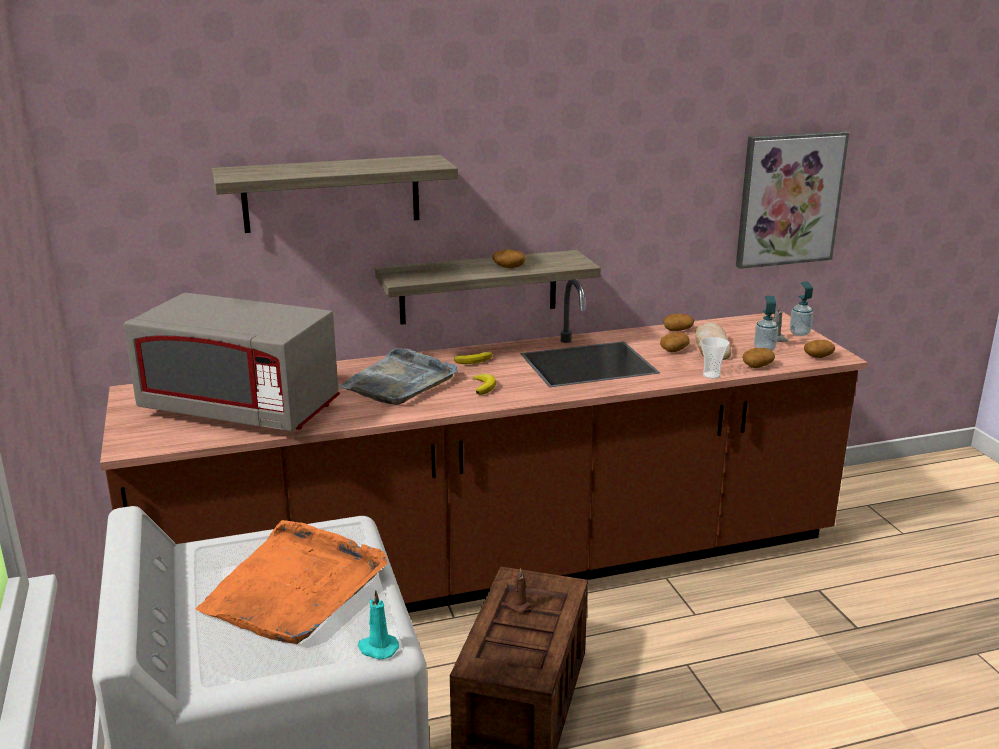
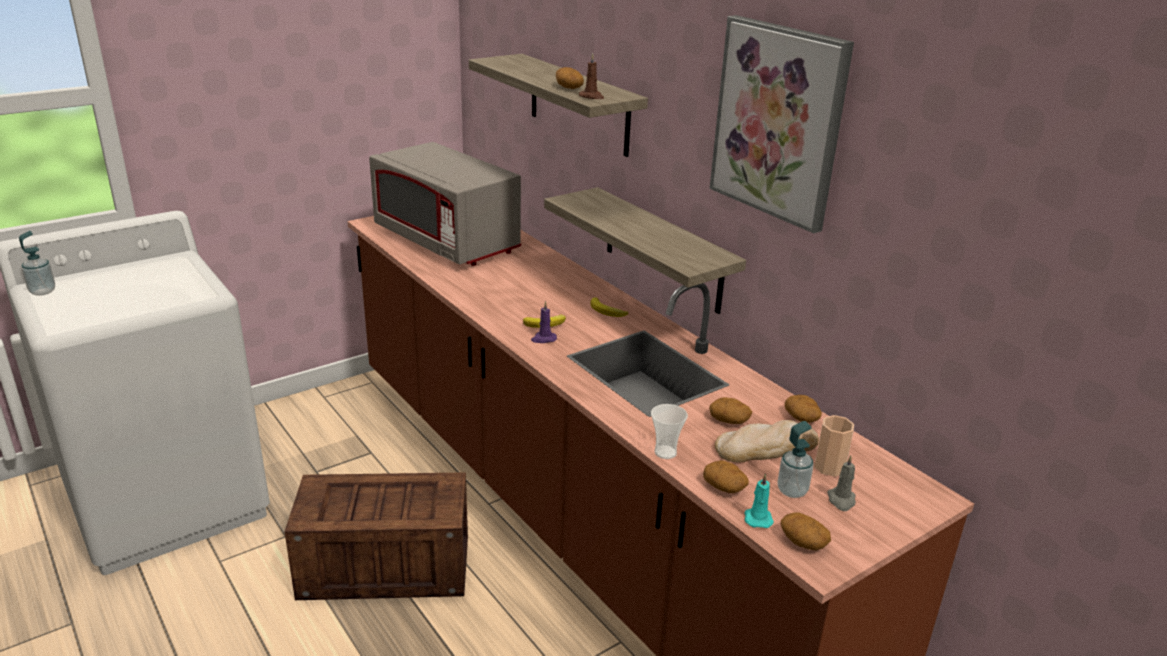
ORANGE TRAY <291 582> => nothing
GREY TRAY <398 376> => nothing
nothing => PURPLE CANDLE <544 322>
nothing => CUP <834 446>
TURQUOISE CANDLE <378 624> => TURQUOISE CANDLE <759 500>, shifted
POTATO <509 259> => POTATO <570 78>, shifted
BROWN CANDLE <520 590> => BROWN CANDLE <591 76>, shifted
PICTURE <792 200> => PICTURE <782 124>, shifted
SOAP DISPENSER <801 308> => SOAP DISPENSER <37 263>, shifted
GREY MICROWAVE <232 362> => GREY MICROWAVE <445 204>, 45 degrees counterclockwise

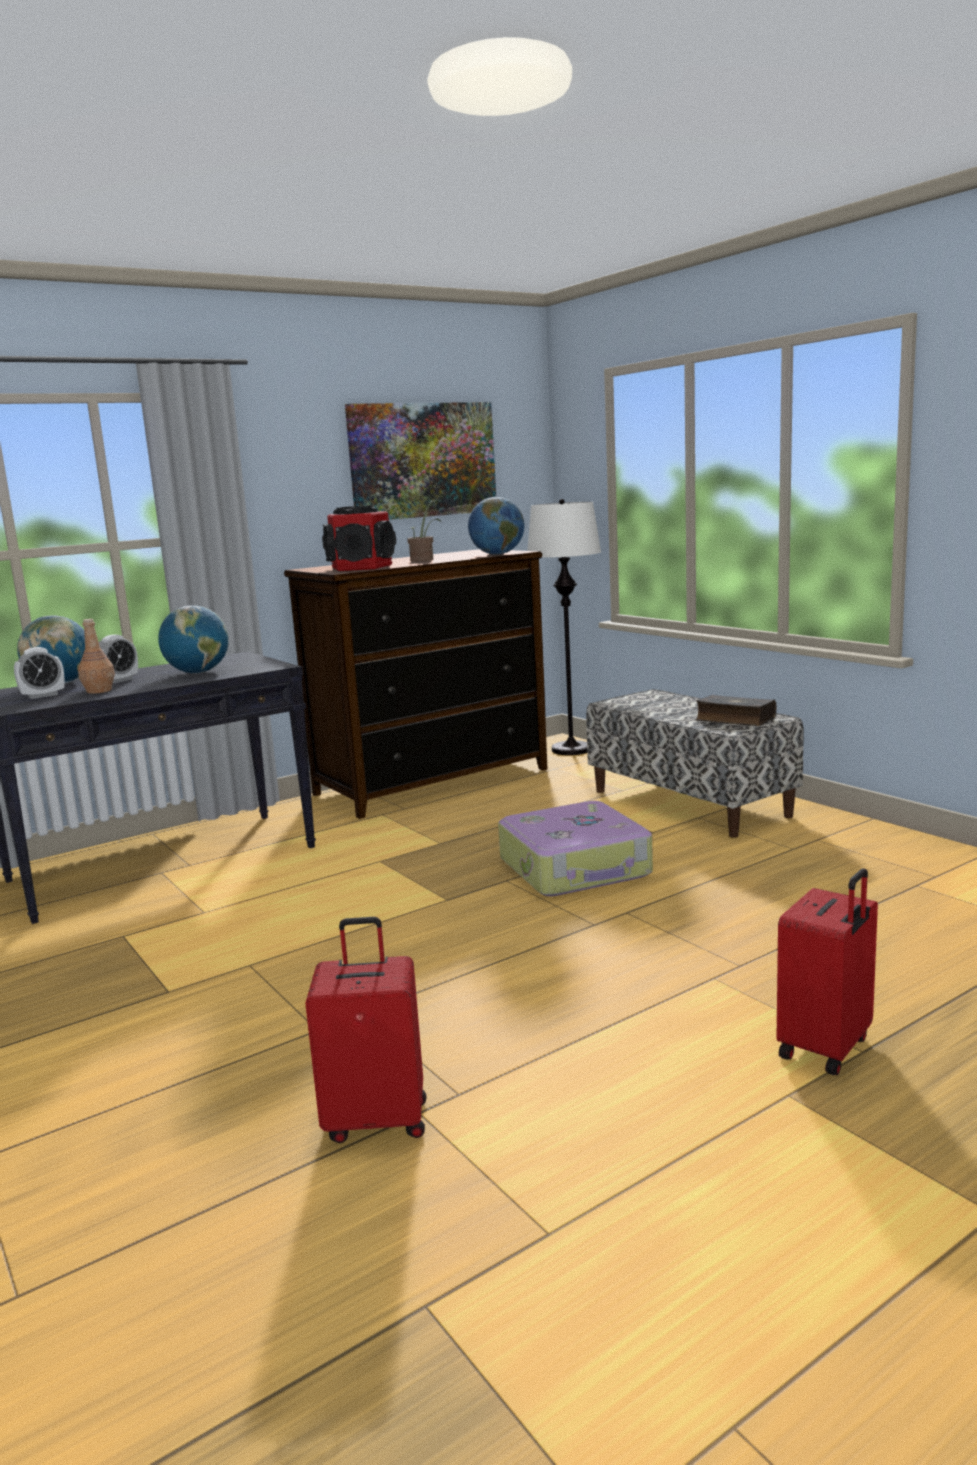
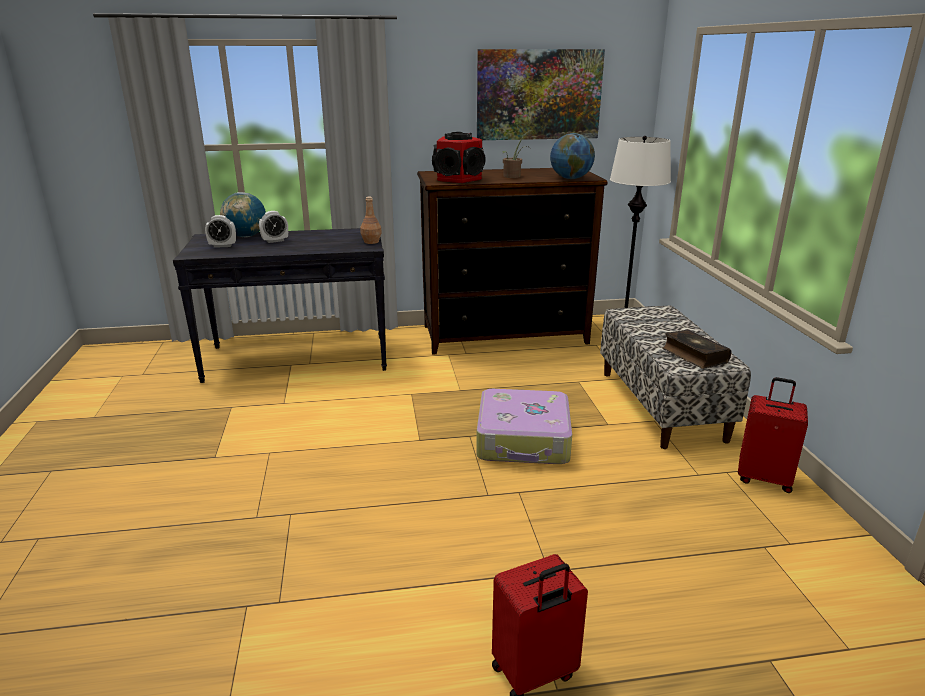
GLOBE <193 639> => nothing
BROWN BOTTLE <96 656> => BROWN BOTTLE <371 220>, shifted
RED SUITCASE <365 1030> => RED SUITCASE <773 435>, shifted

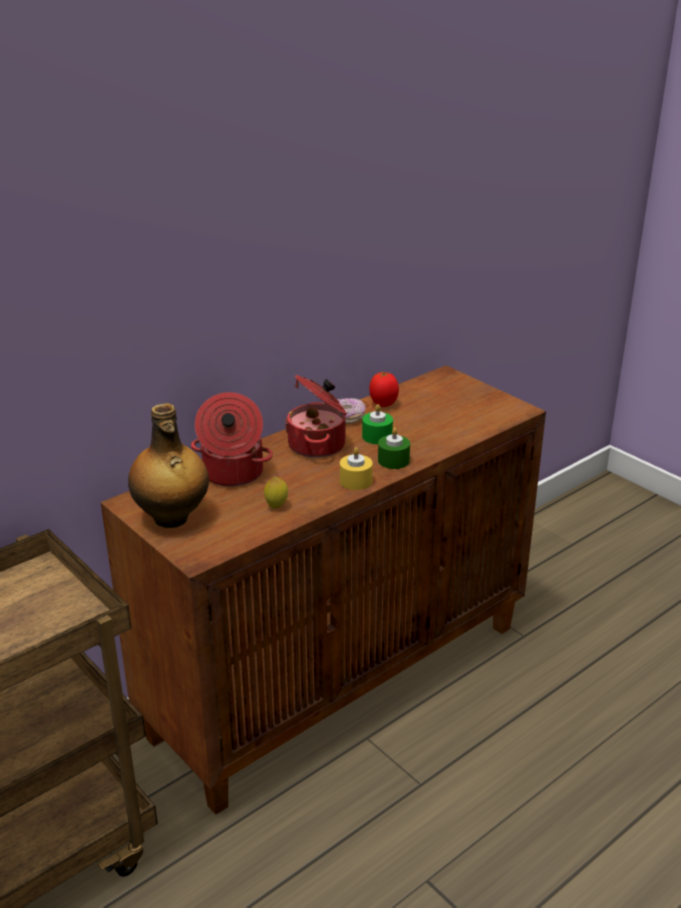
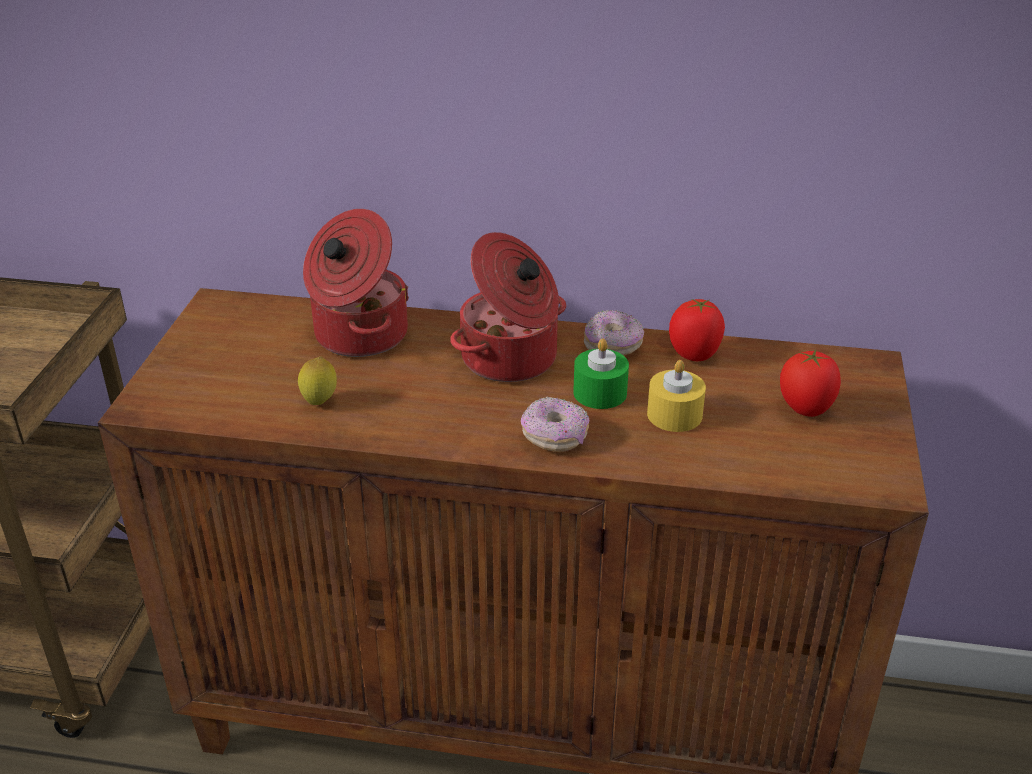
BOTTLE <168 465> => nothing
nothing => TOMATO <810 383>
YELLOW CANDLE <356 468> => YELLOW CANDLE <676 396>, shifted
GREEN CANDLE <394 448> => DONUT <555 424>

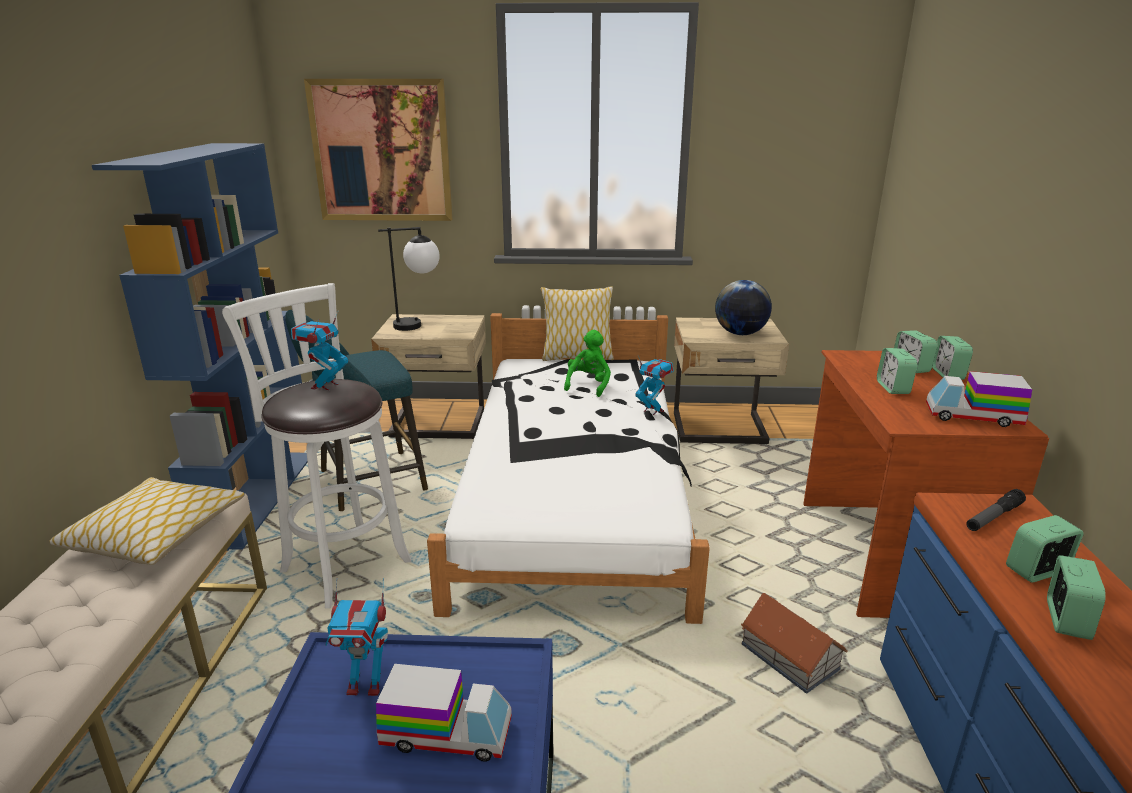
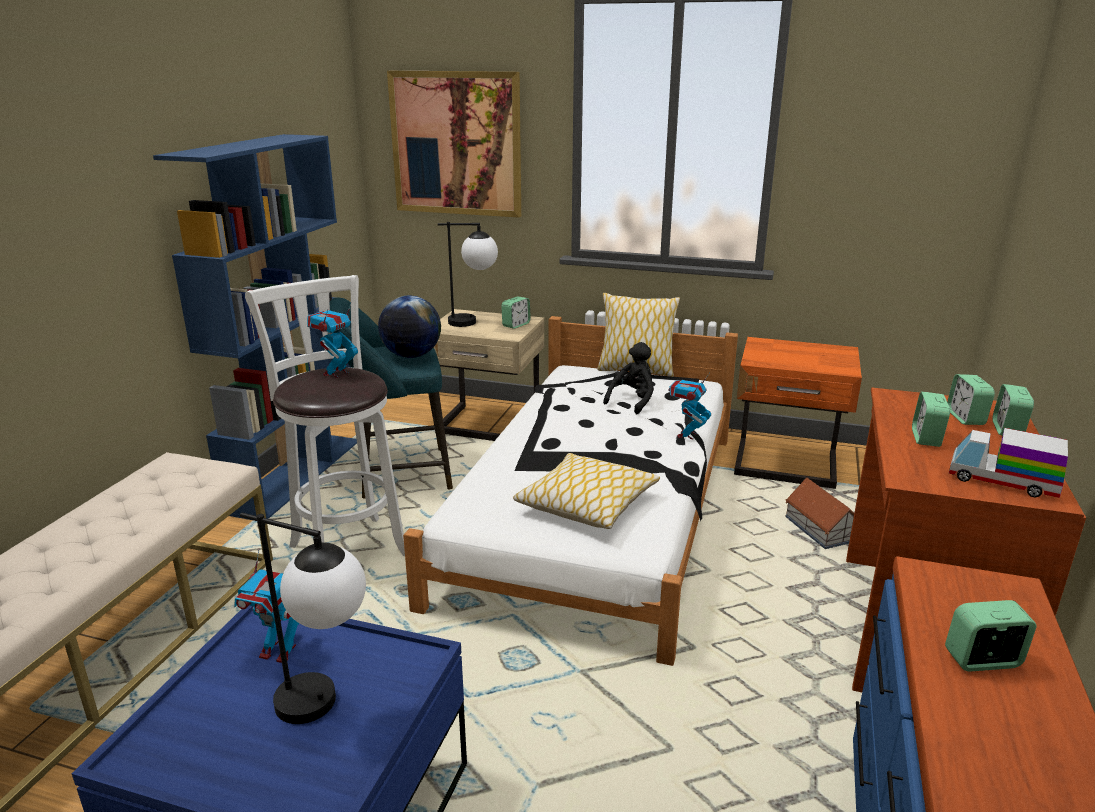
FLASHLIGHT <996 510> => nothing
PILLOW <147 521> => PILLOW <586 491>, shifted
GLOBE <743 307> => GLOBE <409 326>, shifted
TOY HOUSE <794 643> => TOY HOUSE <819 513>, shifted
ALARM CLOCK <1076 597> => ALARM CLOCK <516 312>, shifted
TOY TRUCK <444 713> => TABLE LAMP <303 618>
GREEN PLUSH TOY <587 363> => BLACK PLUSH TOY <628 378>
BEIGE NIGHTSTAND <731 381> => ORANGE NIGHTSTAND <798 413>
TOY ROBOT <654 385> => TOY ROBOT <690 406>, 120 degrees counterclockwise

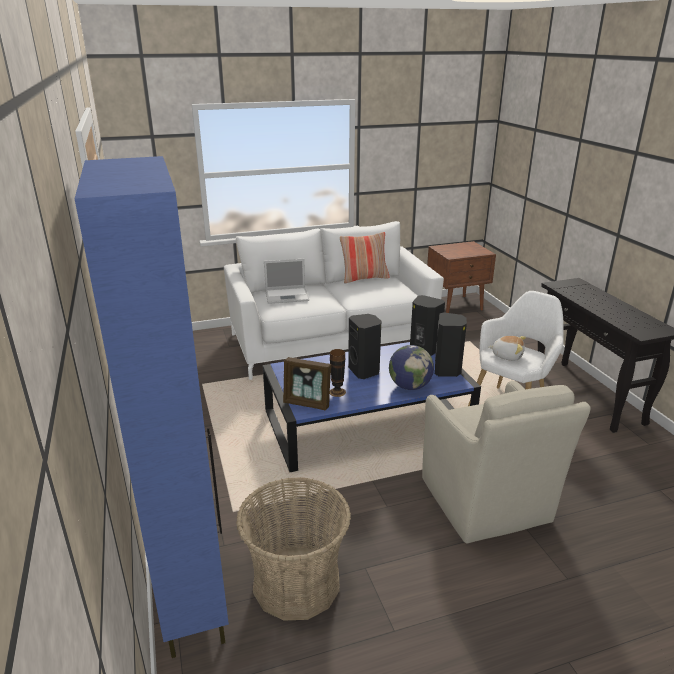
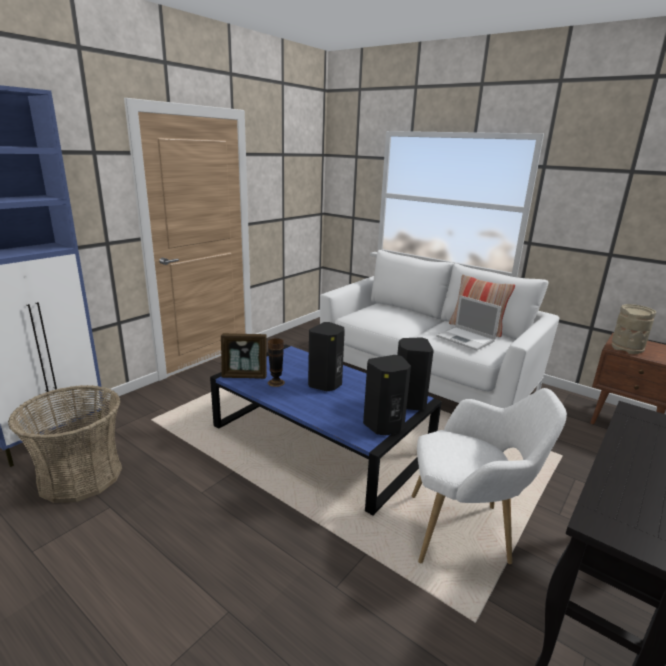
GLOBE <411 367> => nothing
BEIGE ARMCHAIR <506 462> => nothing
PLUSH TOY <507 348> => nothing
nothing => BEIGE VASE <634 329>
LAPTOP <286 281> => LAPTOP <468 323>, shifted
PICTURE FRAME <307 383> => PICTURE FRAME <244 356>, 75 degrees counterclockwise

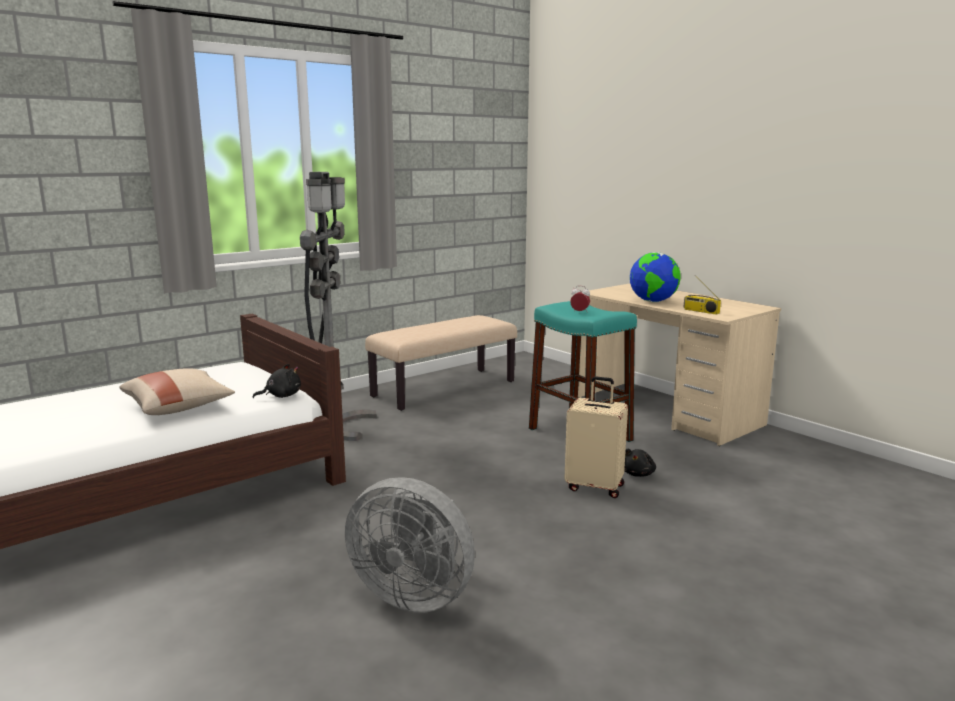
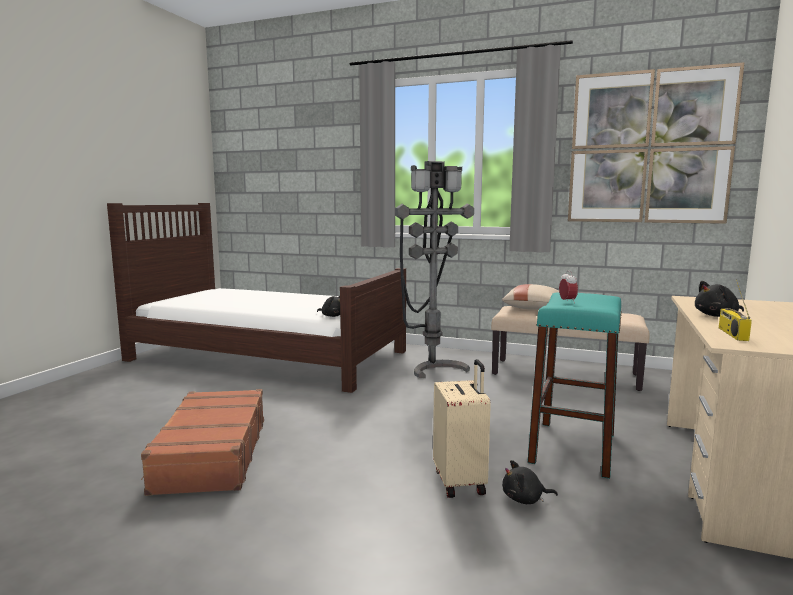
nothing => PICTURE <656 143>
BEIGE PILLOW <177 391> => BEIGE PILLOW <530 297>, shifted
GREY FAN <410 545> => BROWN SUITCASE <202 442>
GLOBE <655 277> => BLACK PLUSH TOY <719 299>

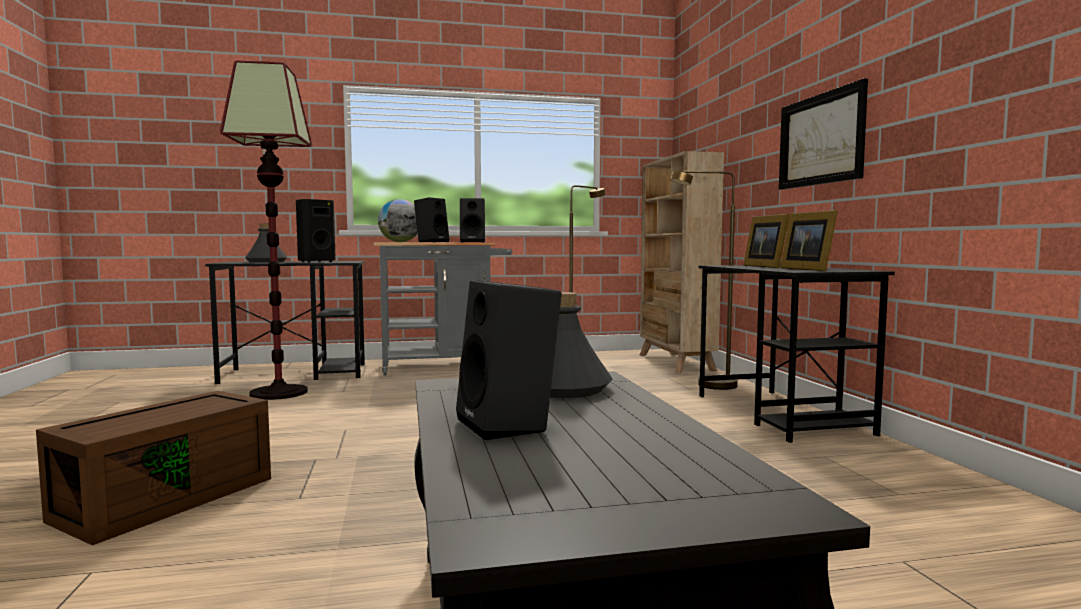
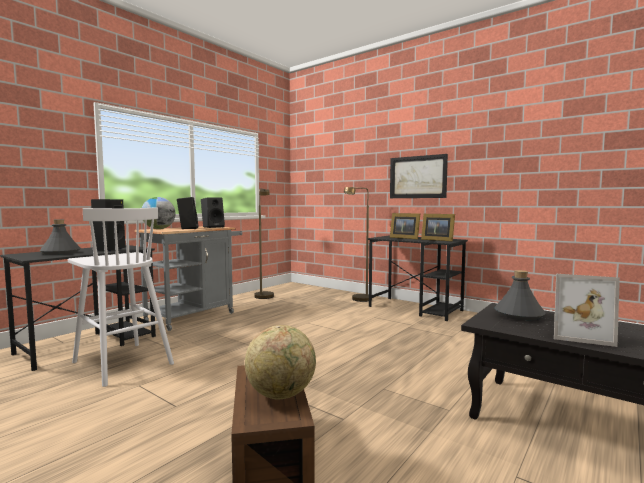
BEIGE BOOKCASE <681 262> => nothing
nothing => GLOBE <280 362>
FLOOR LAMP <266 230> => WHITE STOOL <121 297>
BLACK SPEAKER <509 360> => PICTURE FRAME <587 310>

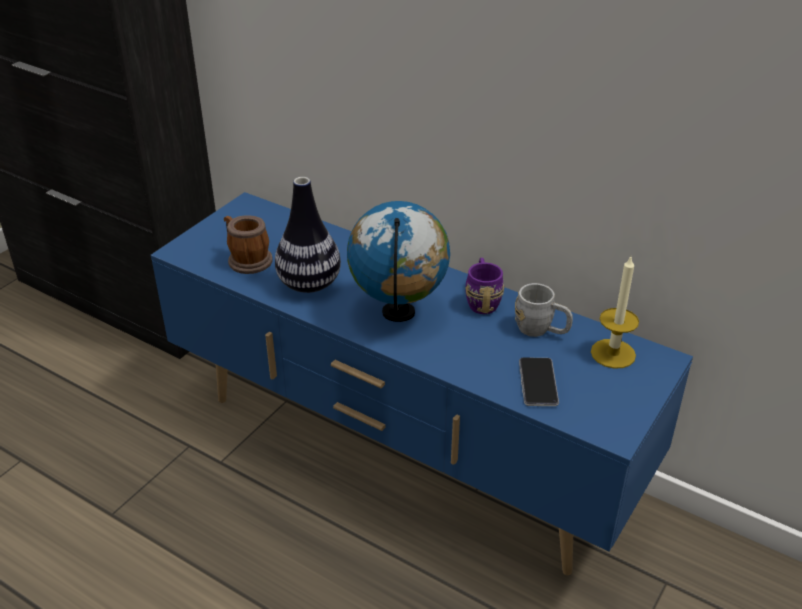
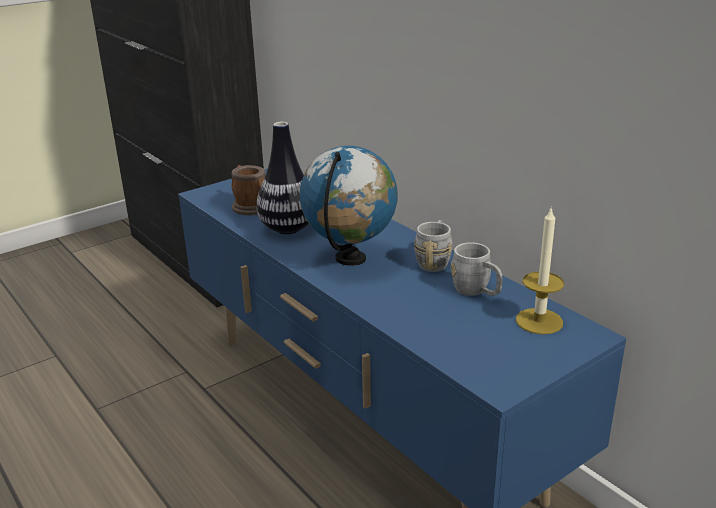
PHONE <539 382> => nothing
PURPLE MUG <484 286> => GREY MUG <433 246>

